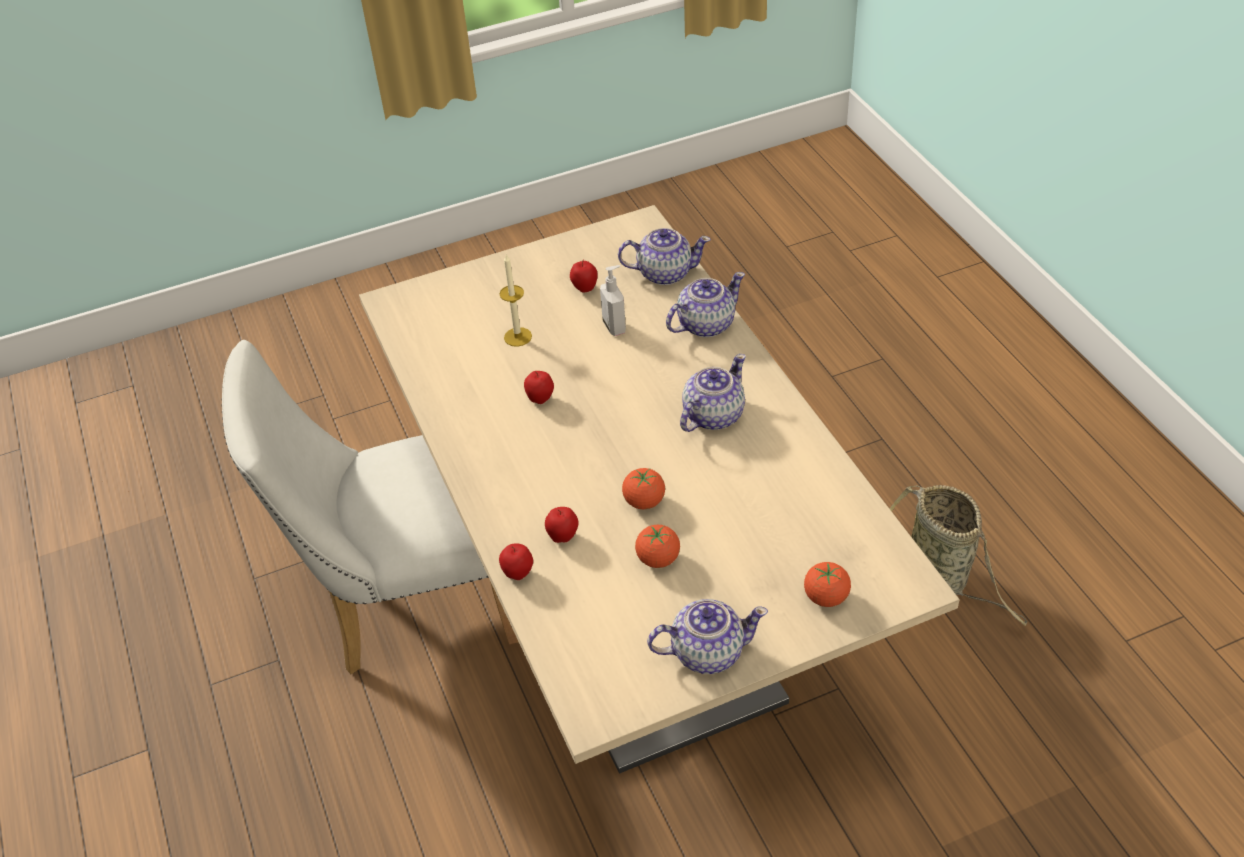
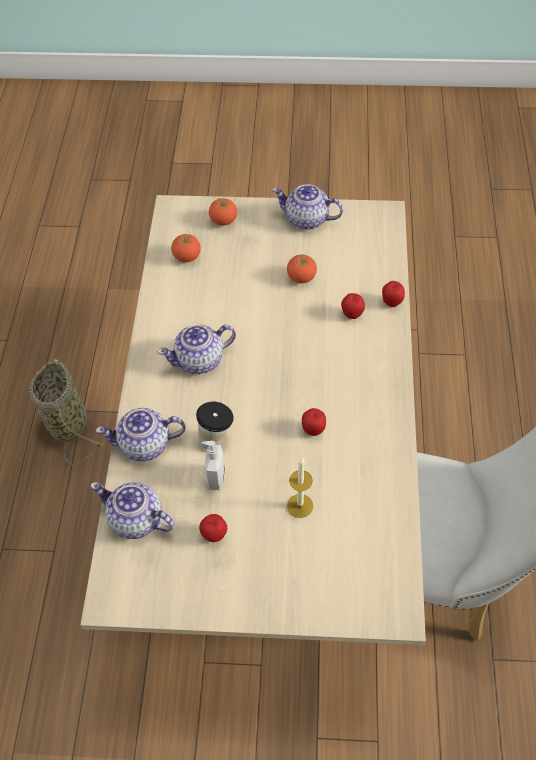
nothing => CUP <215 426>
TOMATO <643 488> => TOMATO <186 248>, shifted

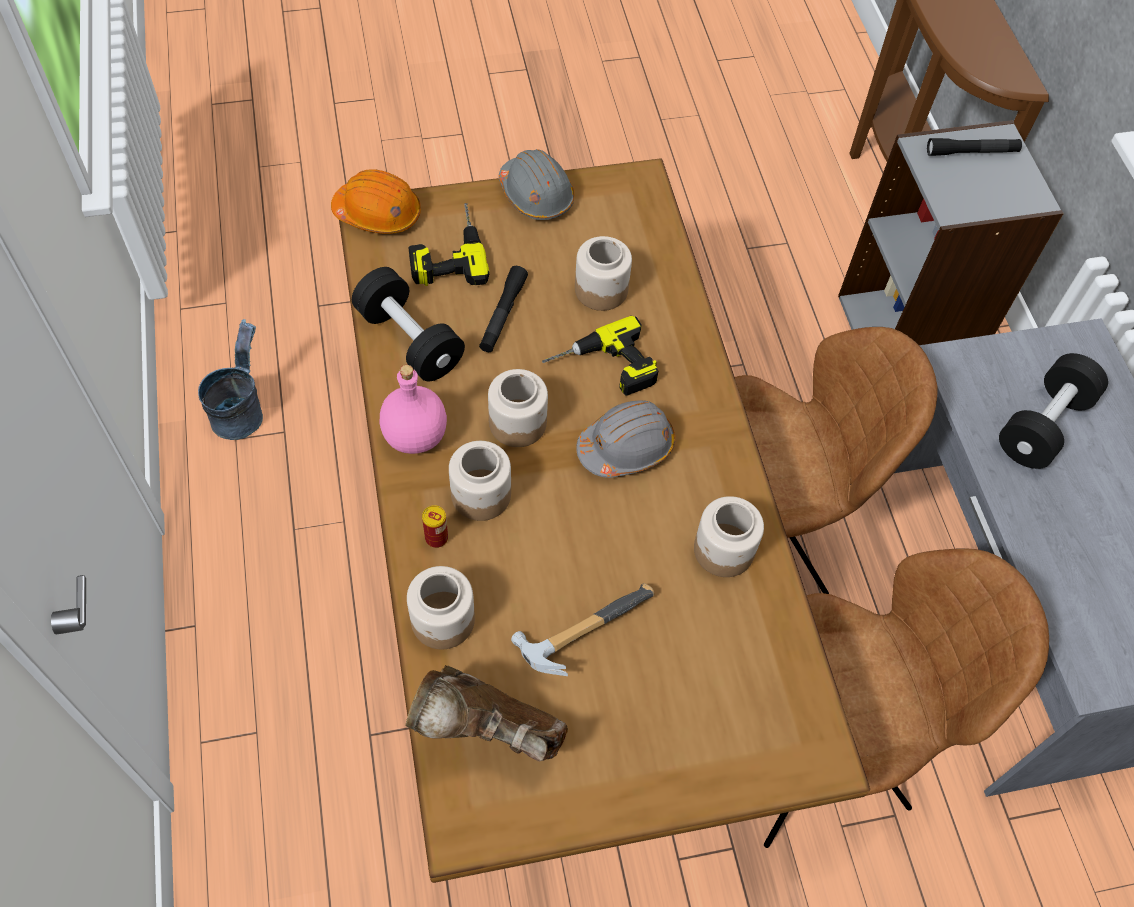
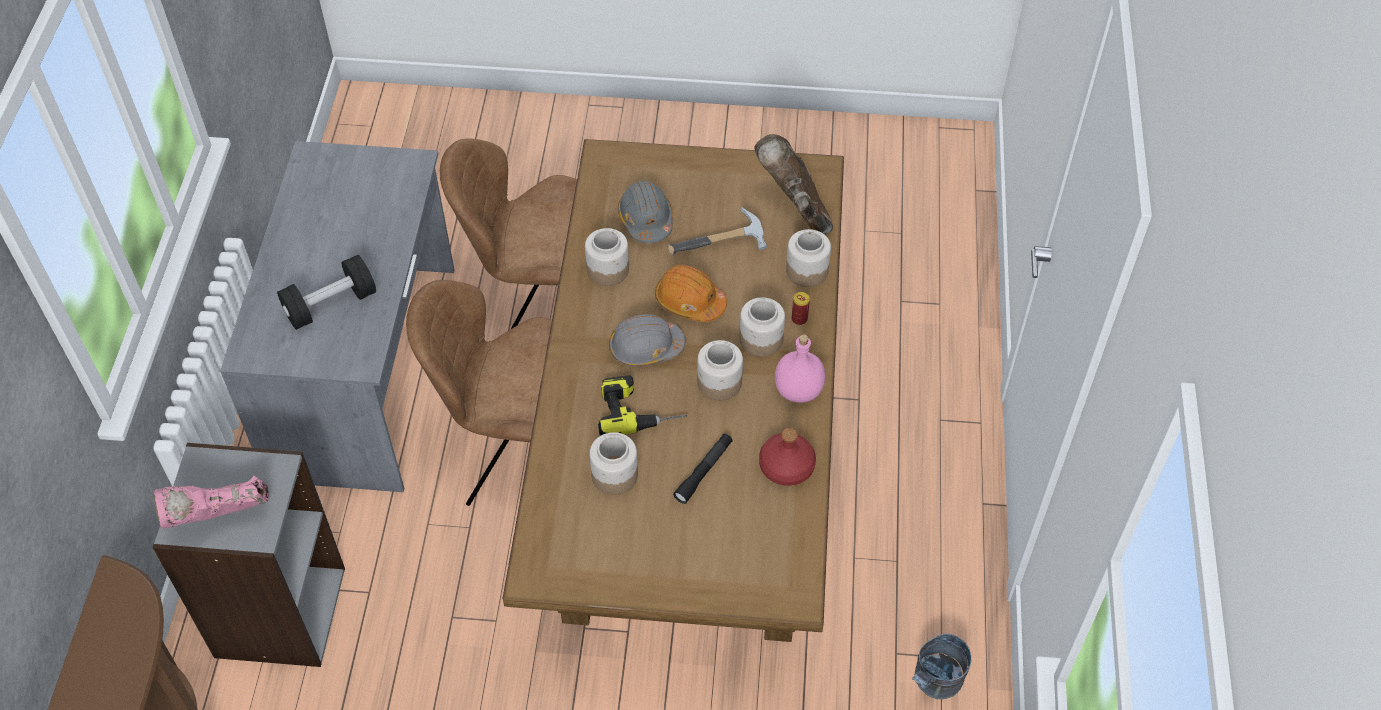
POWER DRILL <448 244> => nothing
ORANGE HARD HAT <376 201> => ORANGE HARD HAT <691 293>, shifted
GREY HARD HAT <536 184> => GREY HARD HAT <645 212>, shifted
BLACK DUMBBELL <408 324> => RED BOTTLE <787 457>
BLACK FLASHLIGHT <974 147> => PINK BOOT <211 502>
BROWN BOOT <486 713> => BROWN BOOT <793 184>, 150 degrees counterclockwise

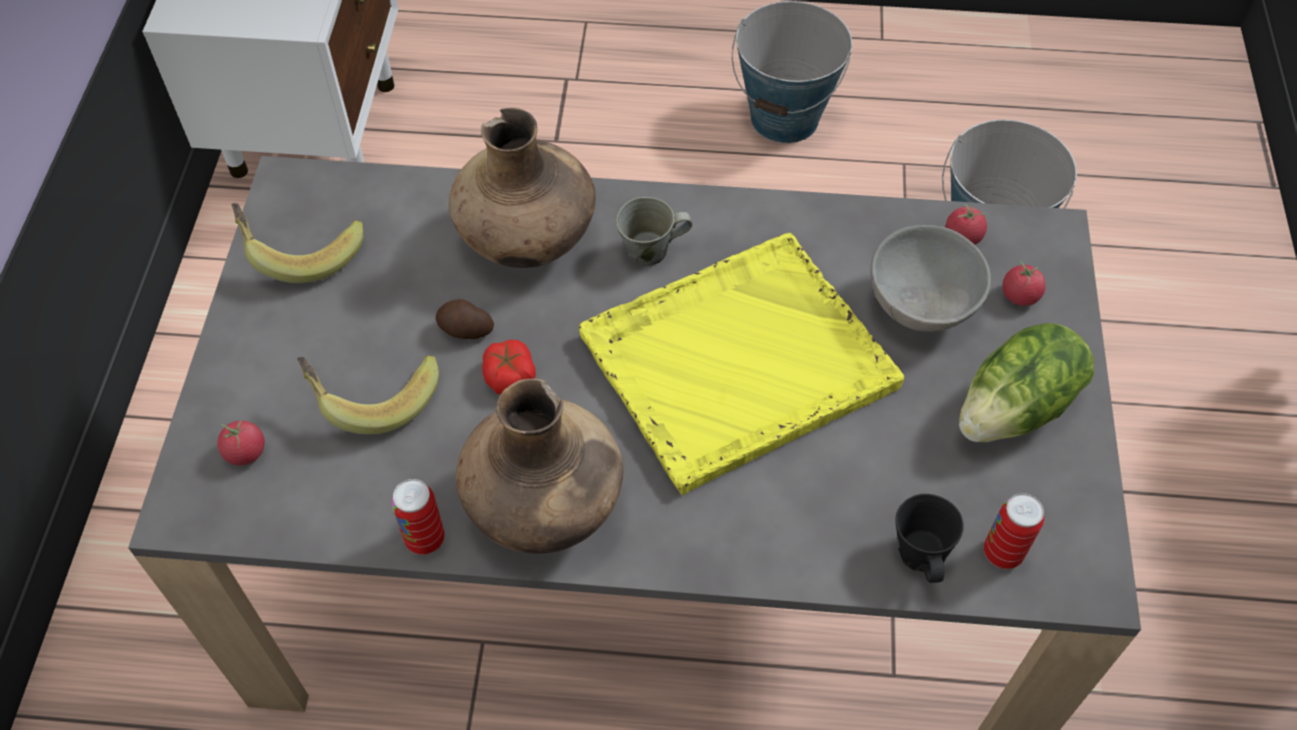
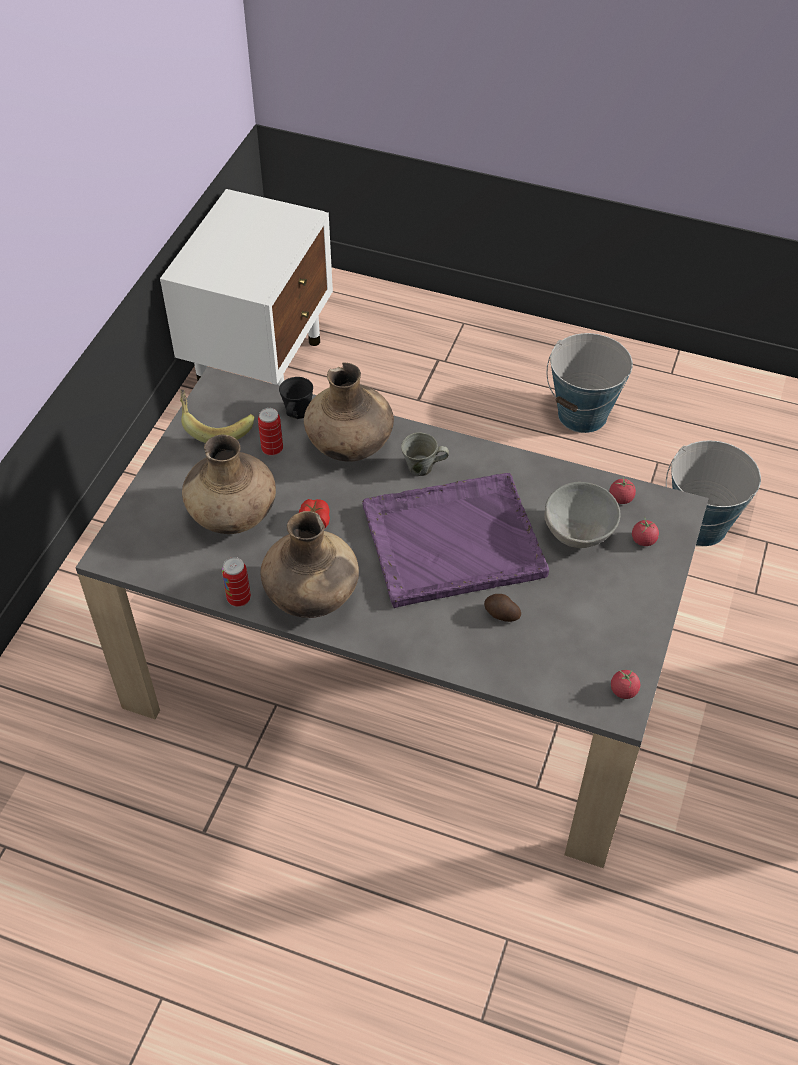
LETTUCE <1026 382> => nothing
TOMATO <241 443> => TOMATO <625 684>, shifted
POTATO <465 319> => POTATO <502 608>, shifted
BLACK MUG <929 538> => BLACK MUG <296 398>, shifted
CAN <1014 531> => CAN <270 432>, shifted
BANANA <368 395> => BROWN VASE <229 484>
YELLOW TRAY <741 364> => PURPLE TRAY <455 540>

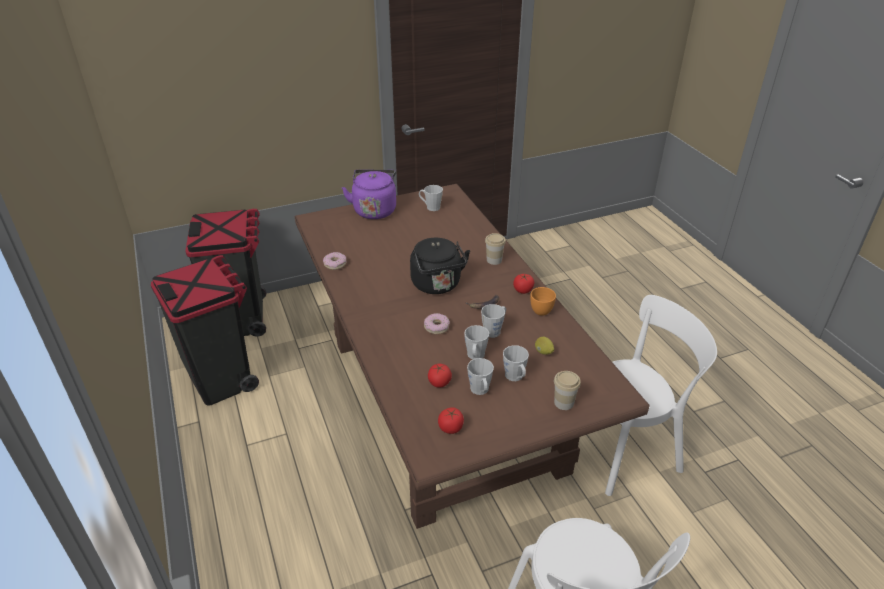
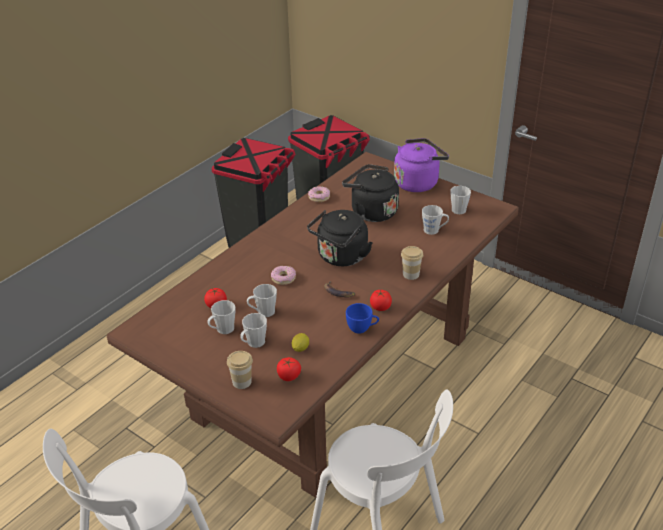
nothing => BLACK KETTLE <370 193>
TOMATO <451 420> => TOMATO <289 369>, shifted
GREY MUG <493 321> => GREY MUG <435 220>, shifted
ORANGE CUP <543 301> => BLUE CUP <362 318>

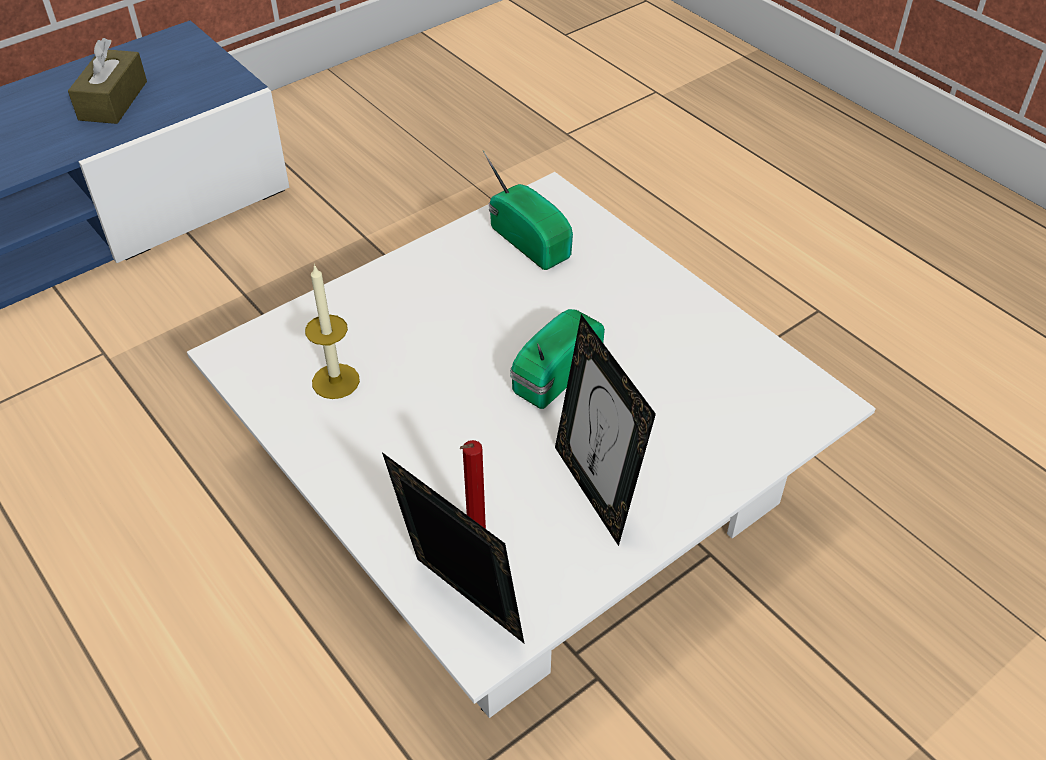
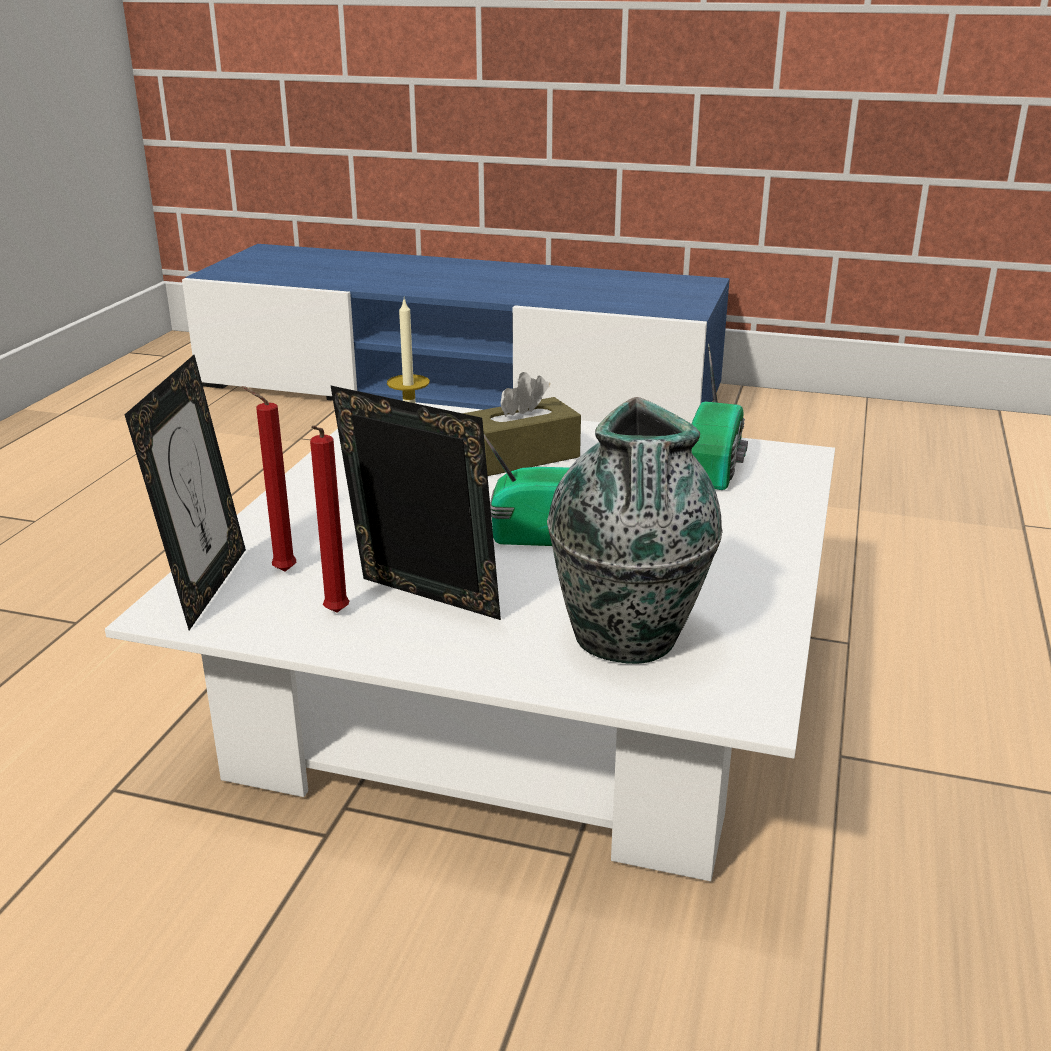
nothing => RED CANDLE <329 519>
nothing => VASE <635 530>
BROWN TISSUE BOX <107 81> => BROWN TISSUE BOX <522 424>, shifted
PICTURE FRAME <605 430> => PICTURE FRAME <416 503>, 90 degrees clockwise

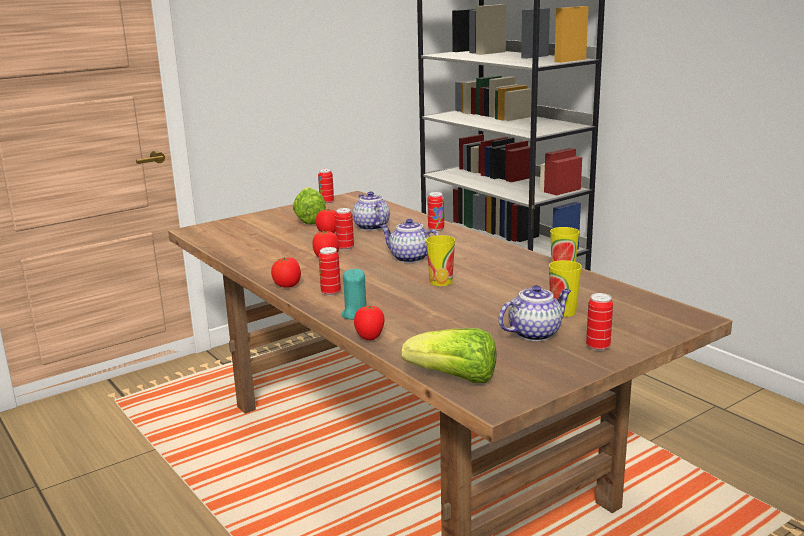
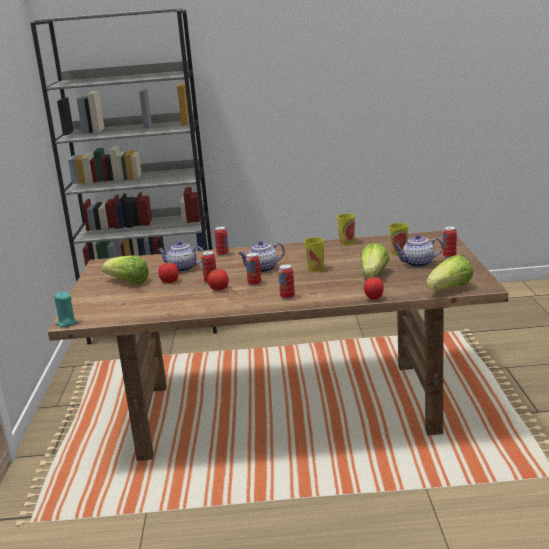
TOMATO <286 272> => nothing
nothing => LETTUCE <375 260>
CAN <326 186> => CAN <253 269>, shifted
TURQUOISE CANDLE <354 294> => TURQUOISE CANDLE <66 309>, shifted
TEAPOT <534 313> => TEAPOT <418 251>, 105 degrees counterclockwise

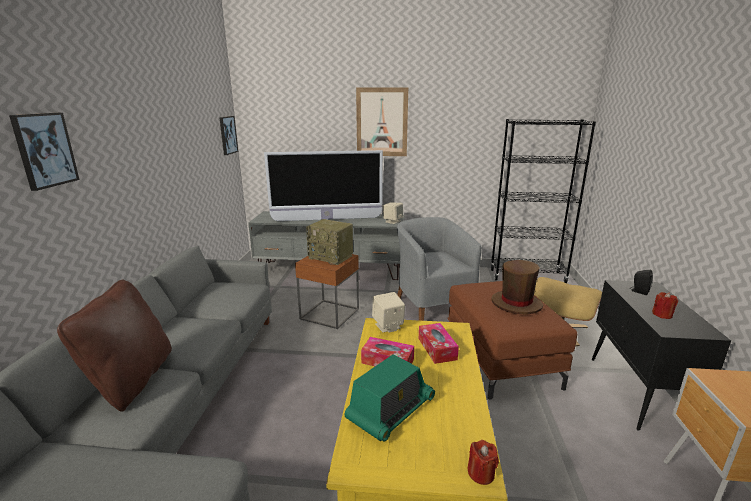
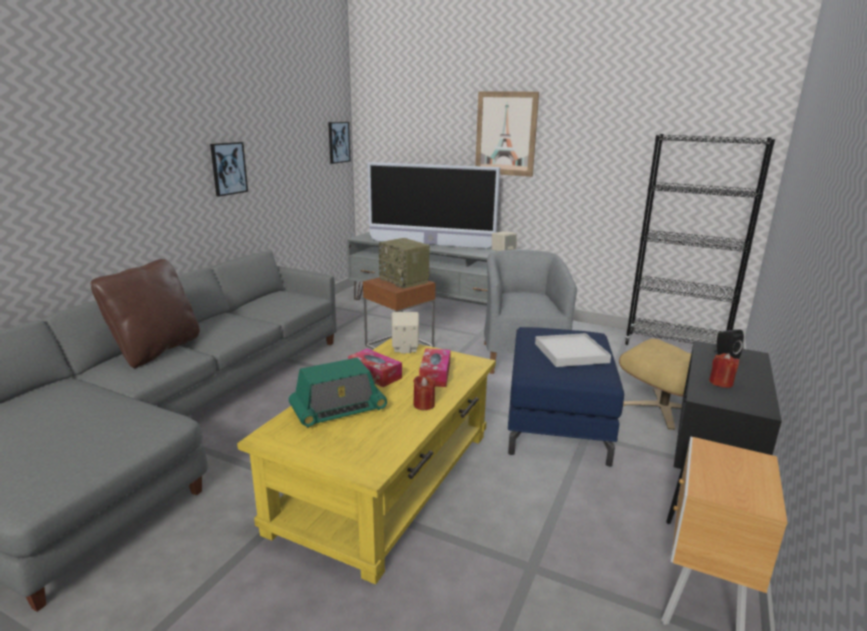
PICTURE <44 152> => PICTURE <229 169>, shifted
RED CANDLE <483 462> => RED CANDLE <424 393>, shifted
BROWN HAT <517 287> => WHITE TRAY <573 350>
BROWN OTTOMAN <512 340> => BLUE OTTOMAN <566 397>

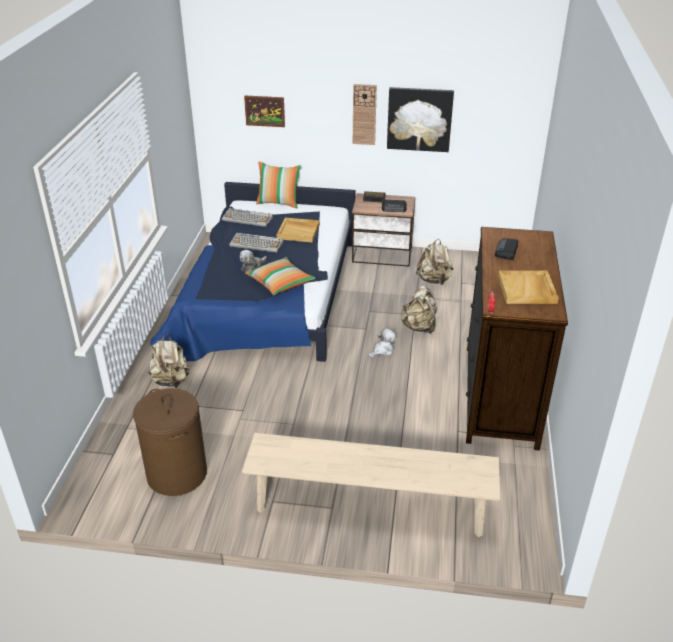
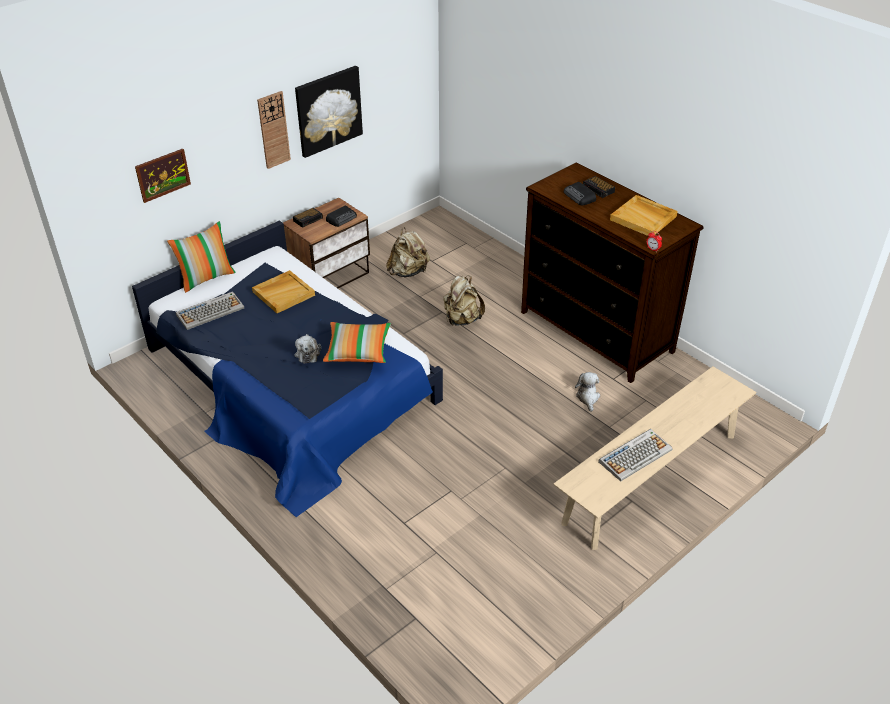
BROWN LAUNDRY BASKET <170 442> => nothing
BEIGE BACKPACK <168 361> => nothing
nothing => ALARM CLOCK <599 187>
KEYBOARD <256 242> => KEYBOARD <635 455>, shifted
PLUSH TOY <382 343> => PLUSH TOY <587 392>, shifted

